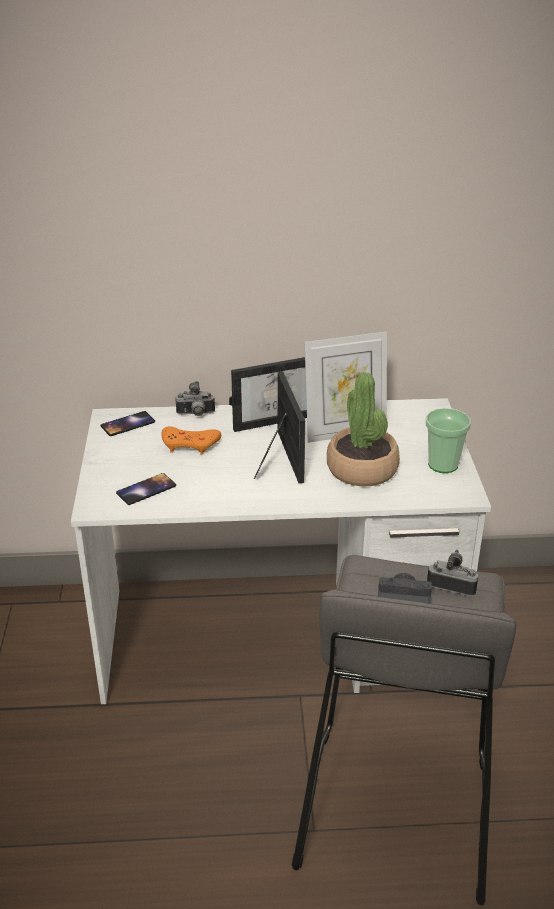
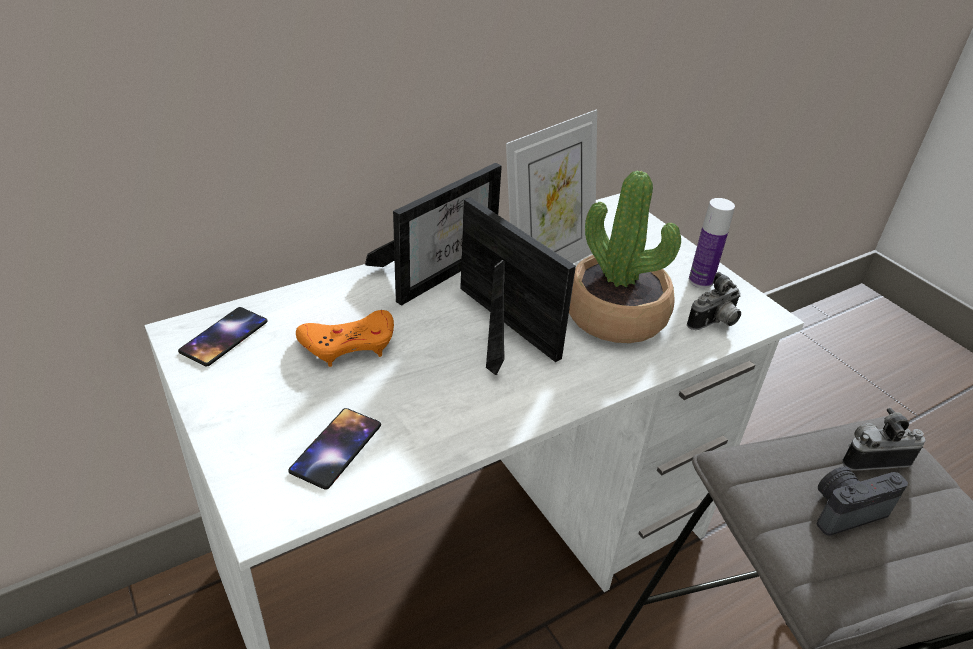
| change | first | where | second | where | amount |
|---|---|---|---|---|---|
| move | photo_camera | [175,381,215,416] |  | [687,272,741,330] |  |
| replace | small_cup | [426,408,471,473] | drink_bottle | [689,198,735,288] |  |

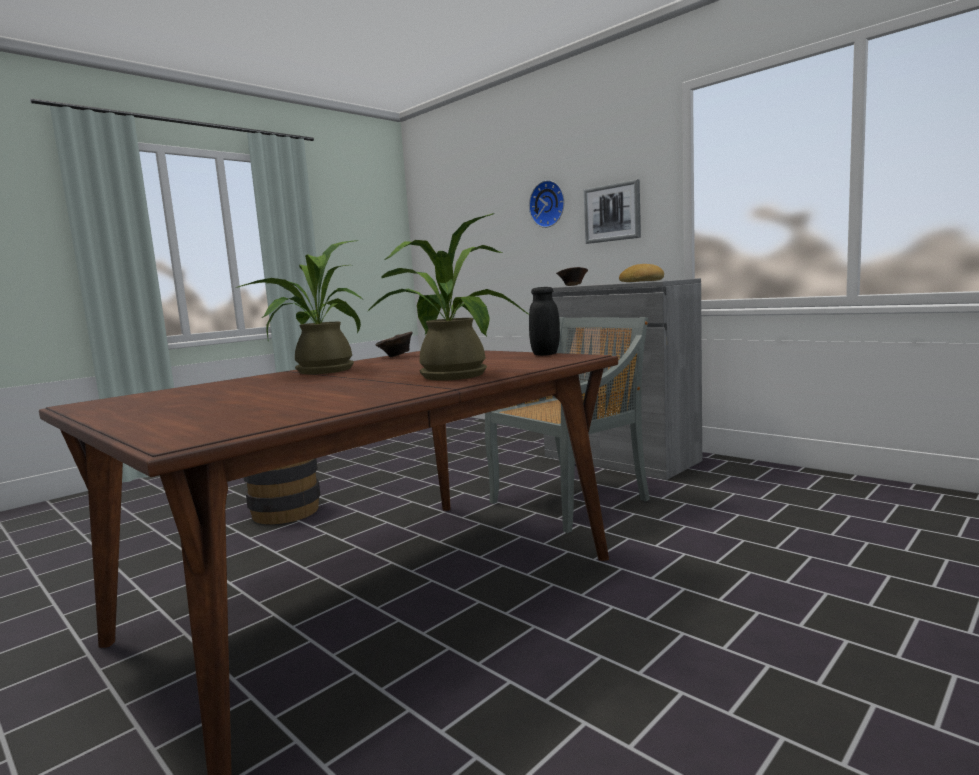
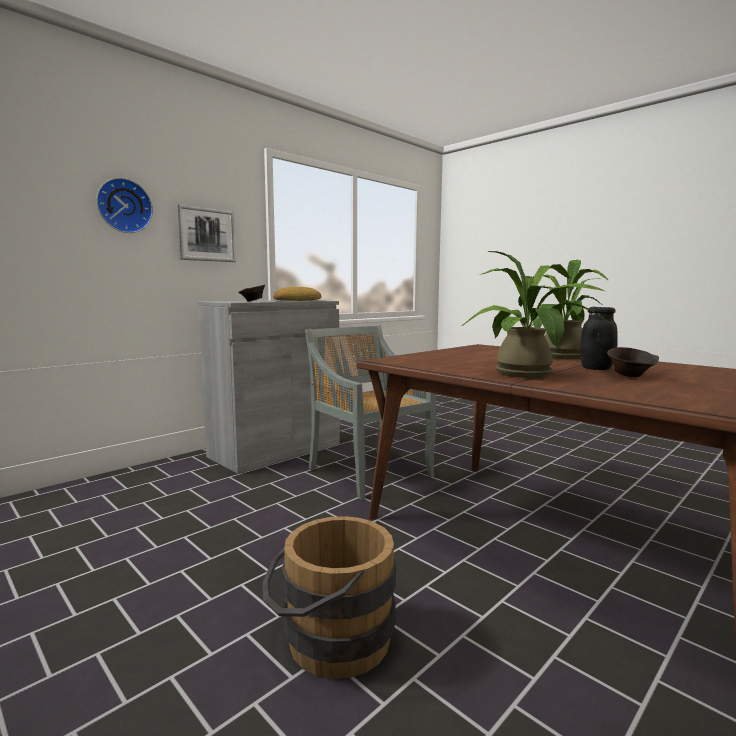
| change | first | where | second | where | amount |
|---|---|---|---|---|---|
| move | brownish_deep_dish | [375,331,413,357] |  | [607,347,659,377] |  |
| move | blackish_preserve_jar | [529,287,560,356] |  | [580,307,618,370] |  |

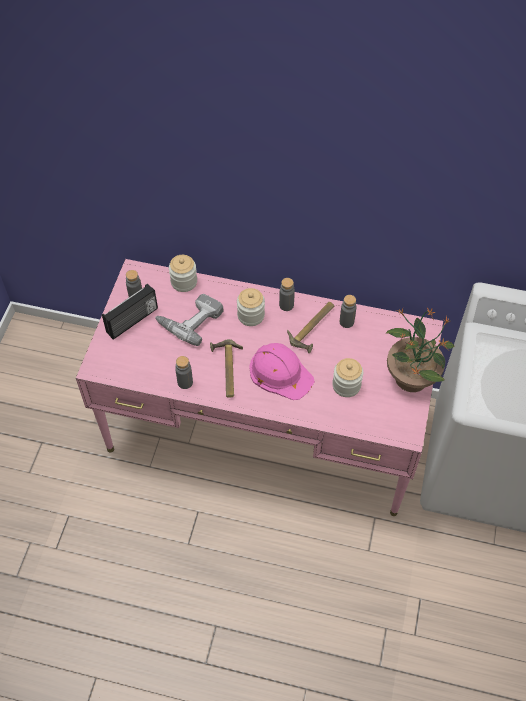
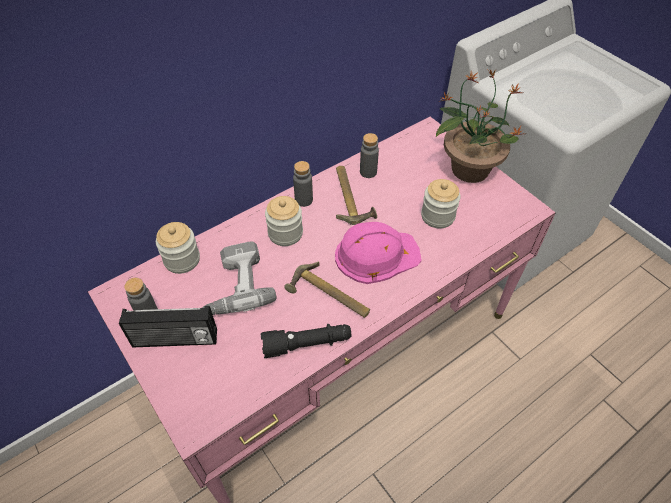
| change | first | where | second | where | amount |
|---|---|---|---|---|---|
| replace | greyish_drink_bottle | [175,356,193,389] | blackish_hand_torch | [261,324,352,358] |  |
| rotate | radio | [102,284,158,340] |  | [119,306,217,347] | 90 degrees clockwise |

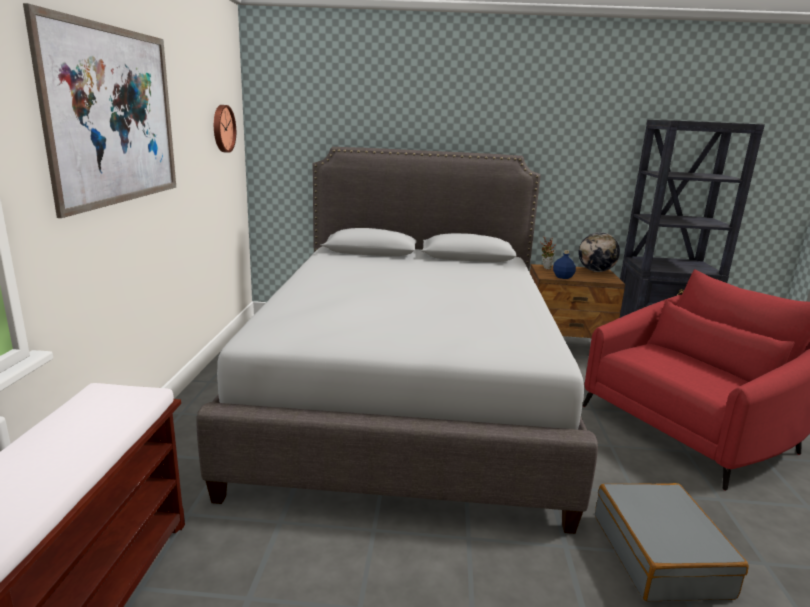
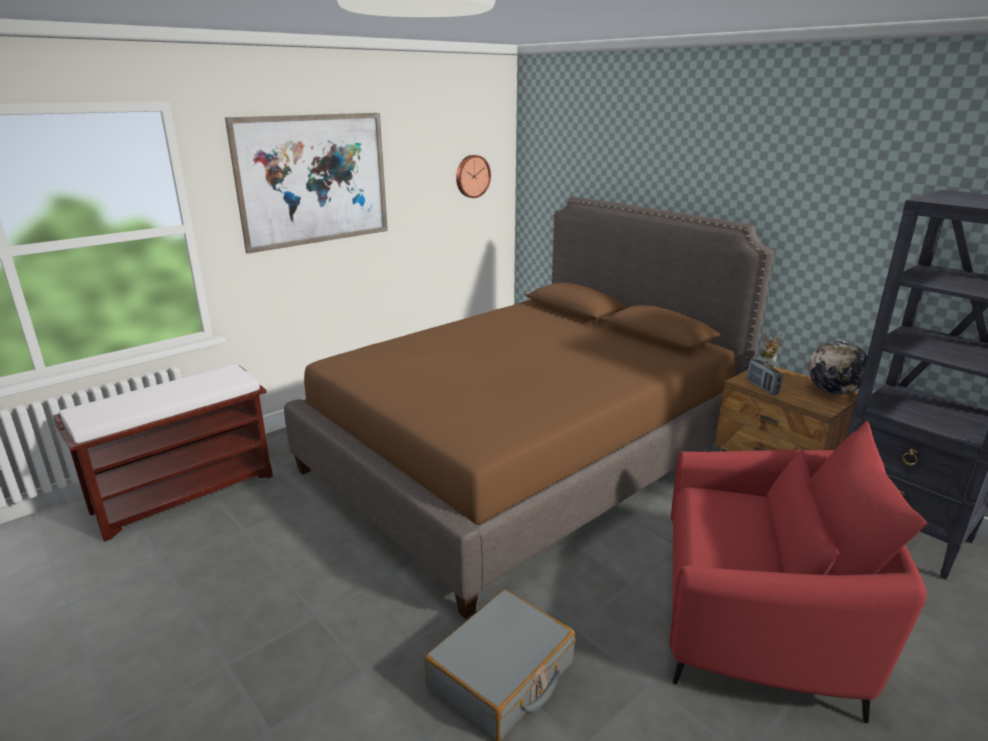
| change | first | where | second | where | amount |
|---|---|---|---|---|---|
| replace | bluish_drink_bottle | [553,250,576,279] | radio | [747,359,783,395] |  |
| recolor | greyish_sleeping_bed | [197,147,598,534] | brownish_sleeping_bed | [284,196,774,619] |  |

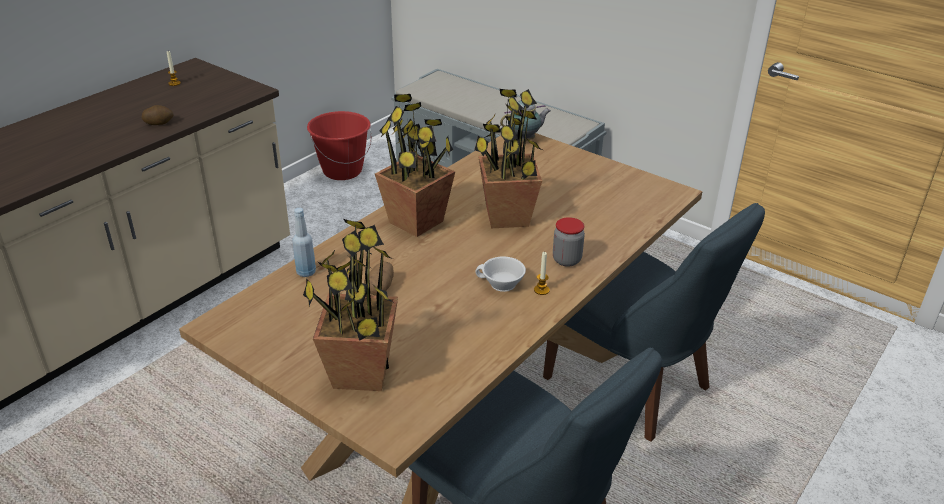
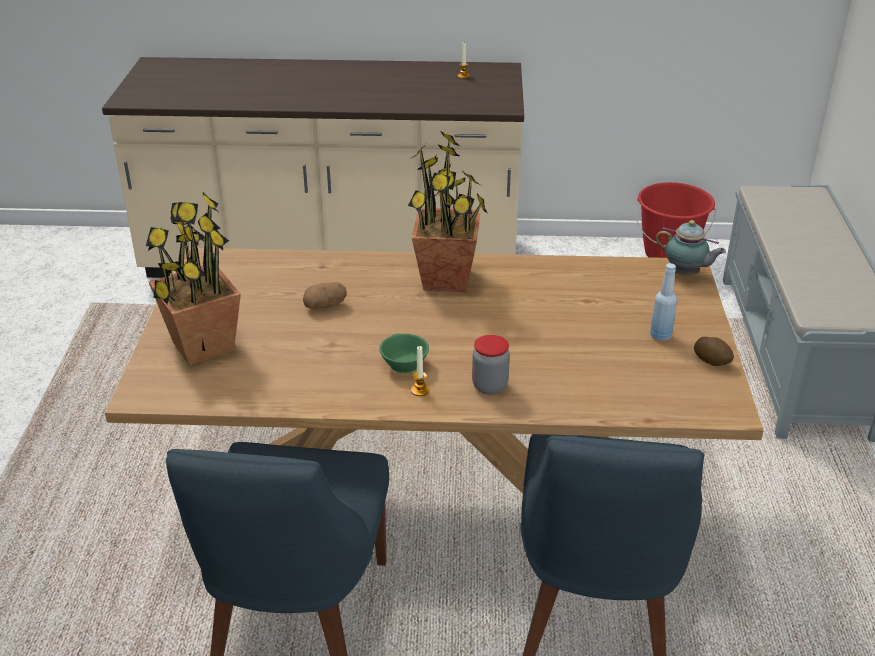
| change | first | where | second | where | amount |
|---|---|---|---|---|---|
| delete | plant_in_a_pot | [474,89,542,228] |  |  |  |
| move | spud | [142,105,174,125] |  | [694,337,734,366] |  |
| move | bluish_drink_bottle | [293,208,316,277] |  | [650,263,677,341] |  |
| recolor | whitish_small_cup | [475,256,526,292] | greenish_small_cup | [379,333,429,374] |  |

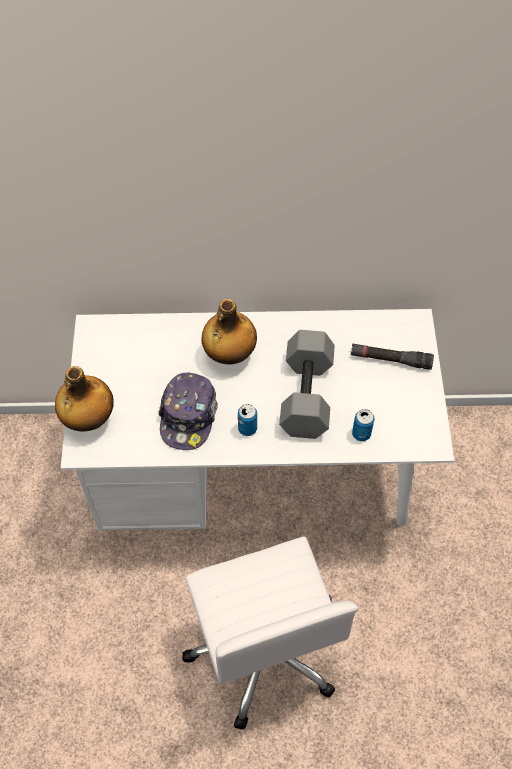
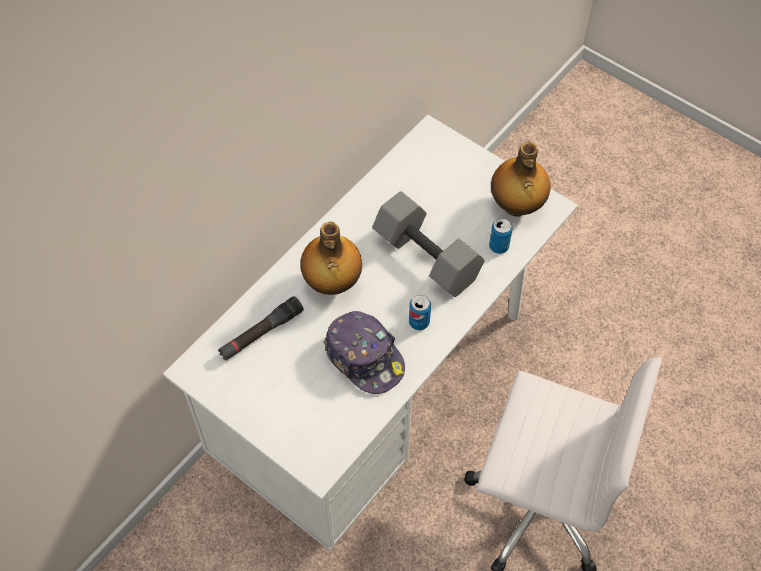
| change | first | where | second | where | amount |
|---|---|---|---|---|---|
| move | drink_bottle | [55,366,114,431] |  | [491,142,550,217] |  |
| move | blackish_hand_torch | [351,344,434,370] |  | [218,296,304,361] |  |

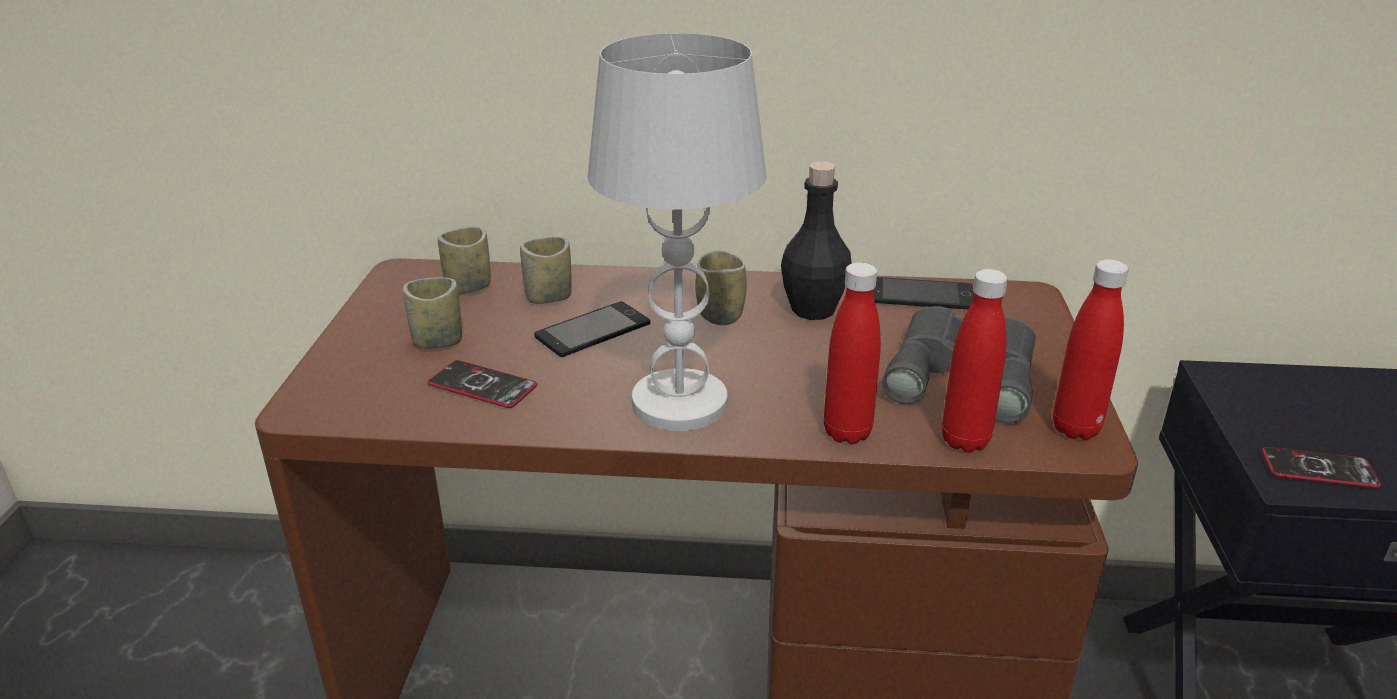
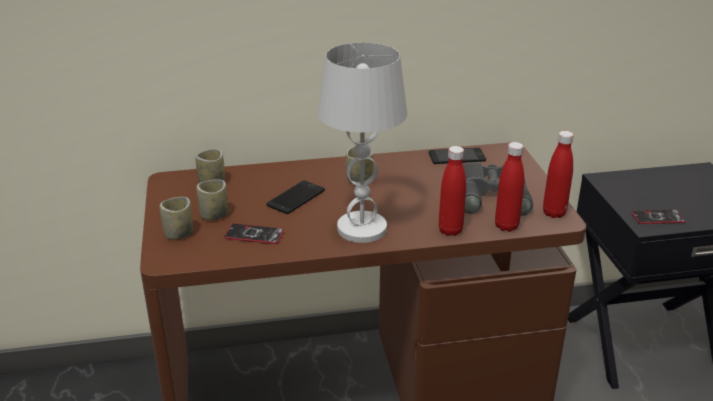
| change | first | where | second | where | amount |
|---|---|---|---|---|---|
| delete | blackish_drink_bottle | [781,161,851,320] |  |  |  |
| move | small_cup | [520,237,572,304] |  | [159,197,193,240] |  |

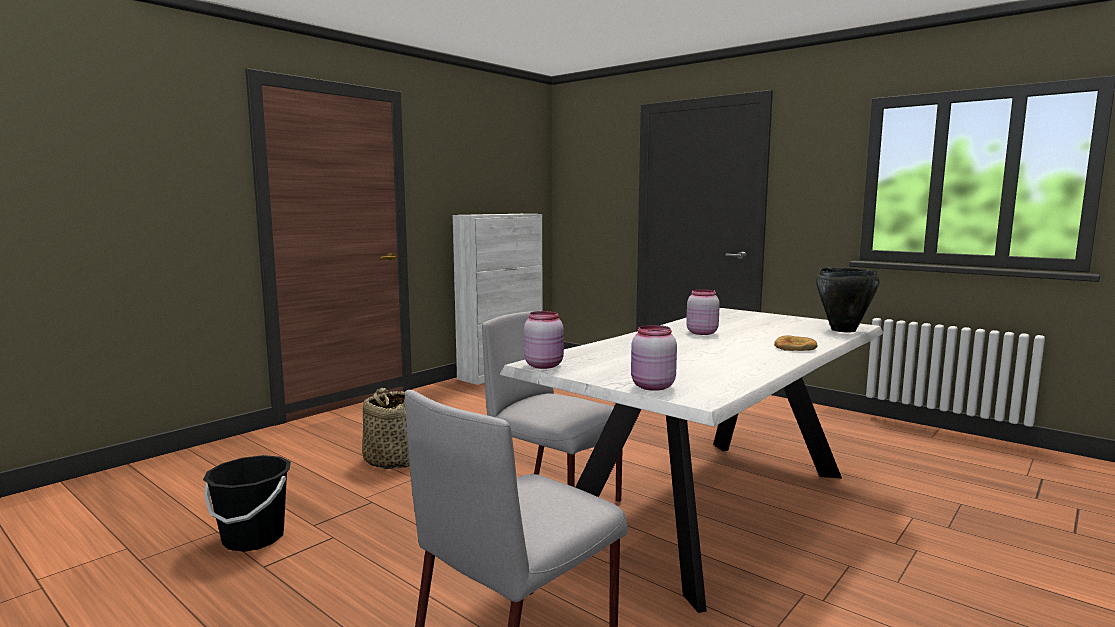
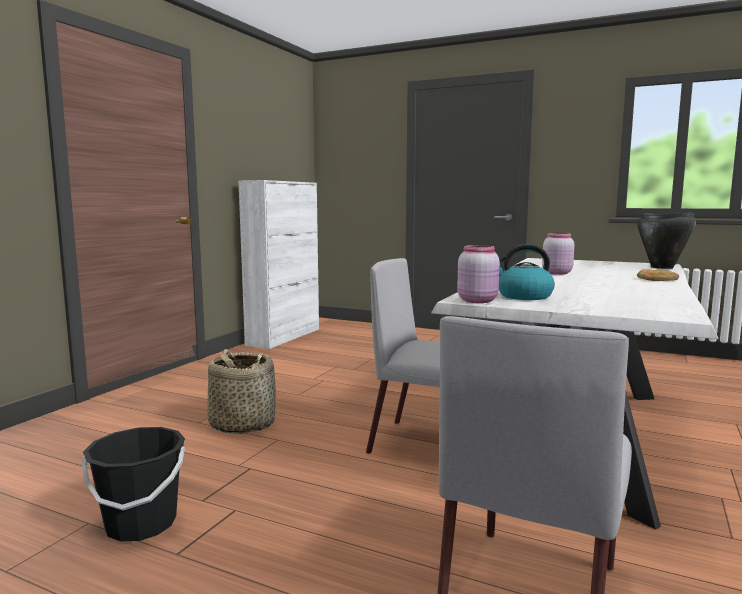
| change | first | where | second | where | amount |
|---|---|---|---|---|---|
| delete | pinkish_preserve_jar | [631,325,677,391] |  |  |  |
| insert |  |  | water_kettle | [499,244,555,300] |  |

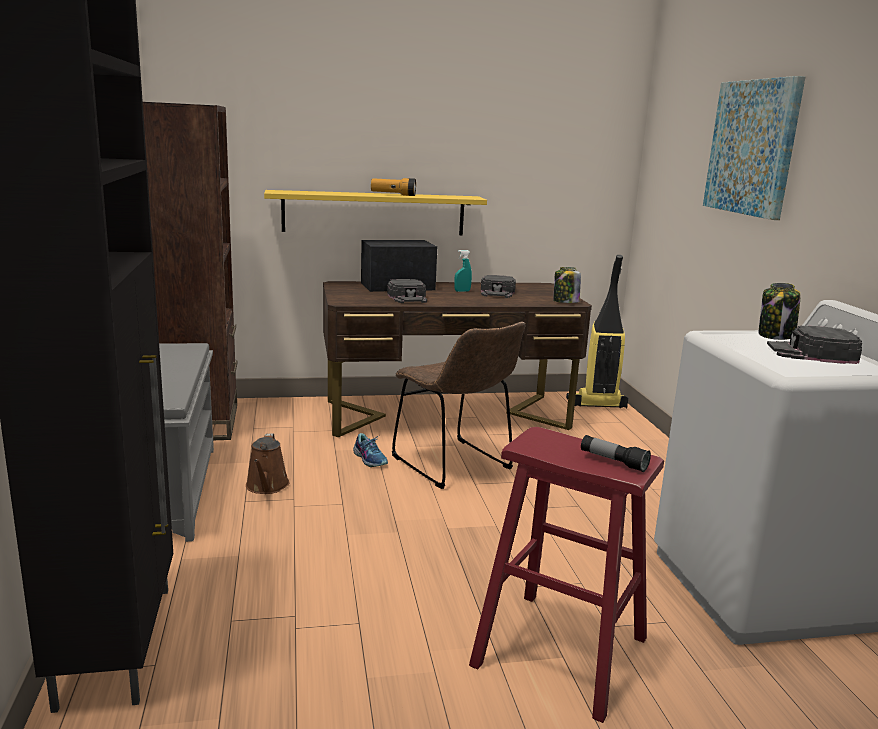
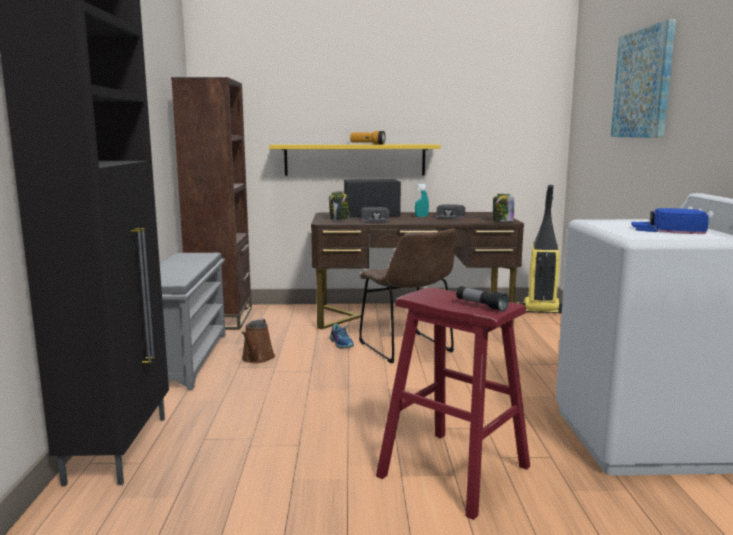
| change | first | where | second | where | amount |
|---|---|---|---|---|---|
| move | preserve_jar | [758,283,801,340] |  | [329,191,350,220] |  |
| recolor | blackish_peaked_cap | [767,326,862,364] | bluish_peaked_cap | [631,208,709,234] |  |

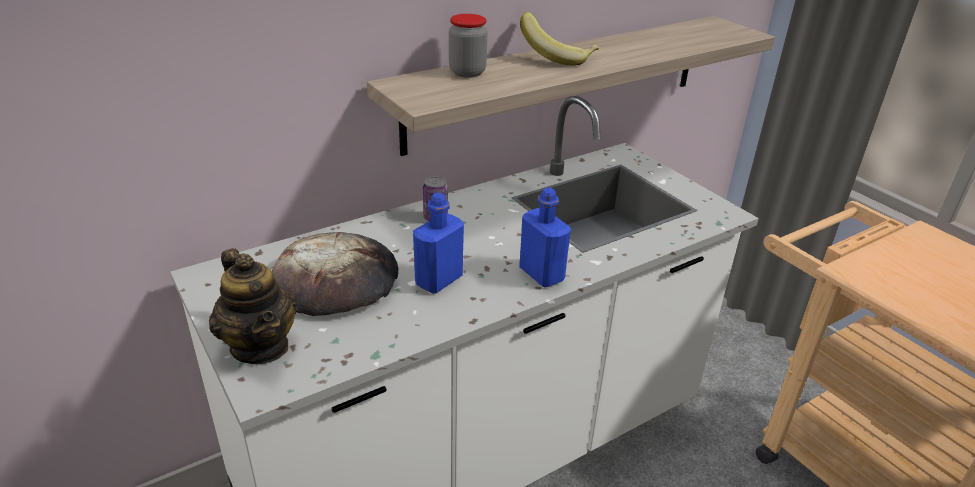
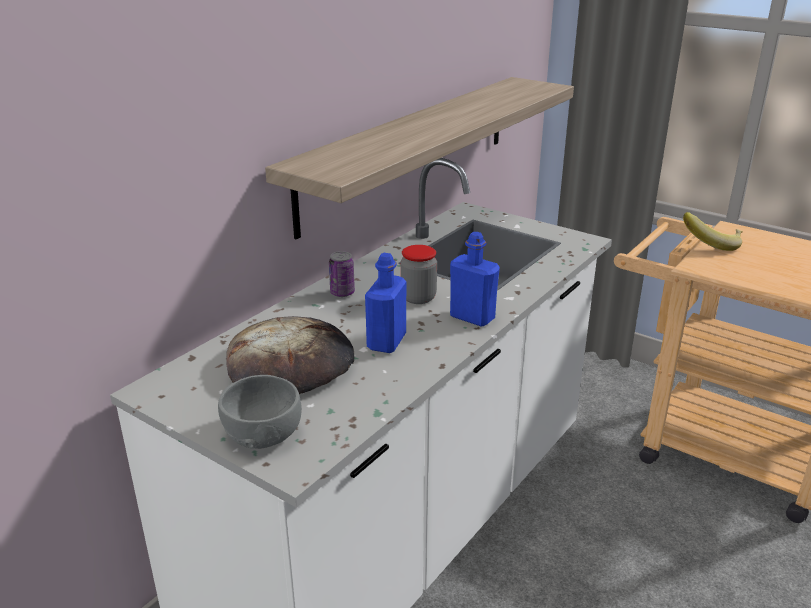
| change | first | where | second | where | amount |
|---|---|---|---|---|---|
| move | preserve_jar | [449,14,487,78] |  | [401,245,437,304] |  |
| move | whole_banana | [520,12,599,66] |  | [683,212,743,251] |  |
| replace | pot_for_tea | [209,248,297,364] | greyish_deep_dish | [218,375,302,449] |  |

